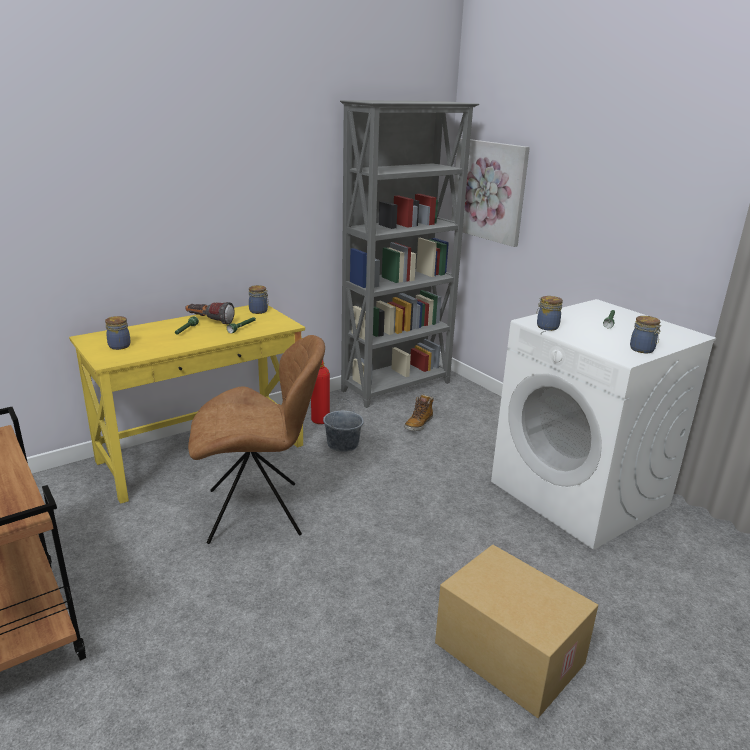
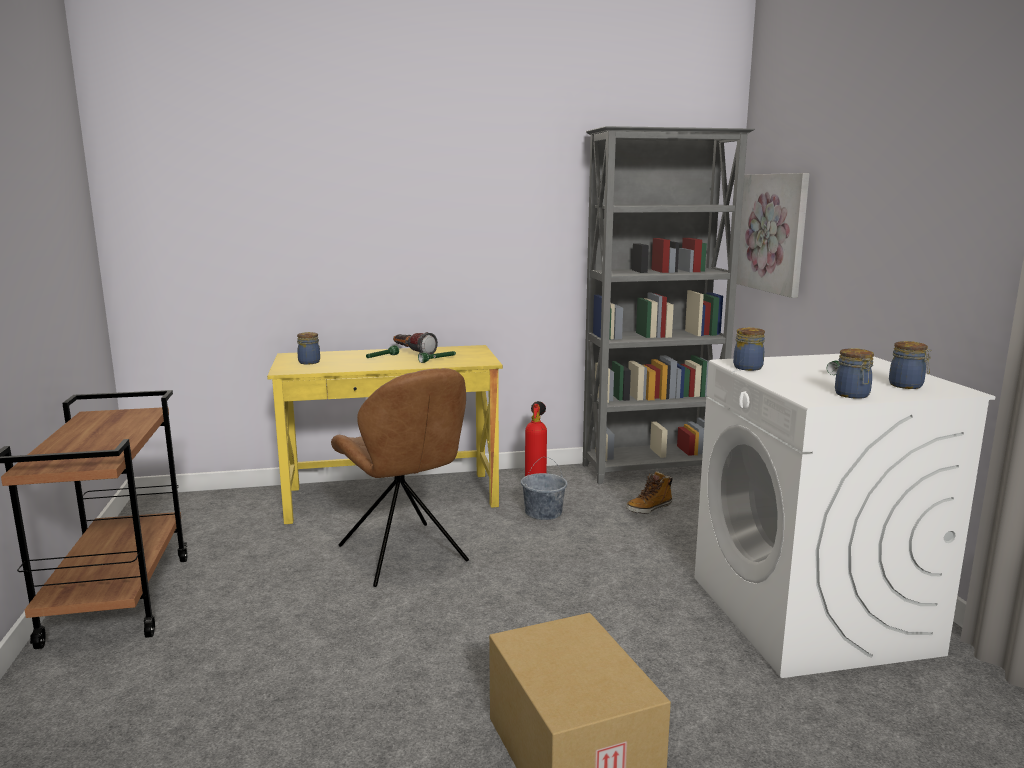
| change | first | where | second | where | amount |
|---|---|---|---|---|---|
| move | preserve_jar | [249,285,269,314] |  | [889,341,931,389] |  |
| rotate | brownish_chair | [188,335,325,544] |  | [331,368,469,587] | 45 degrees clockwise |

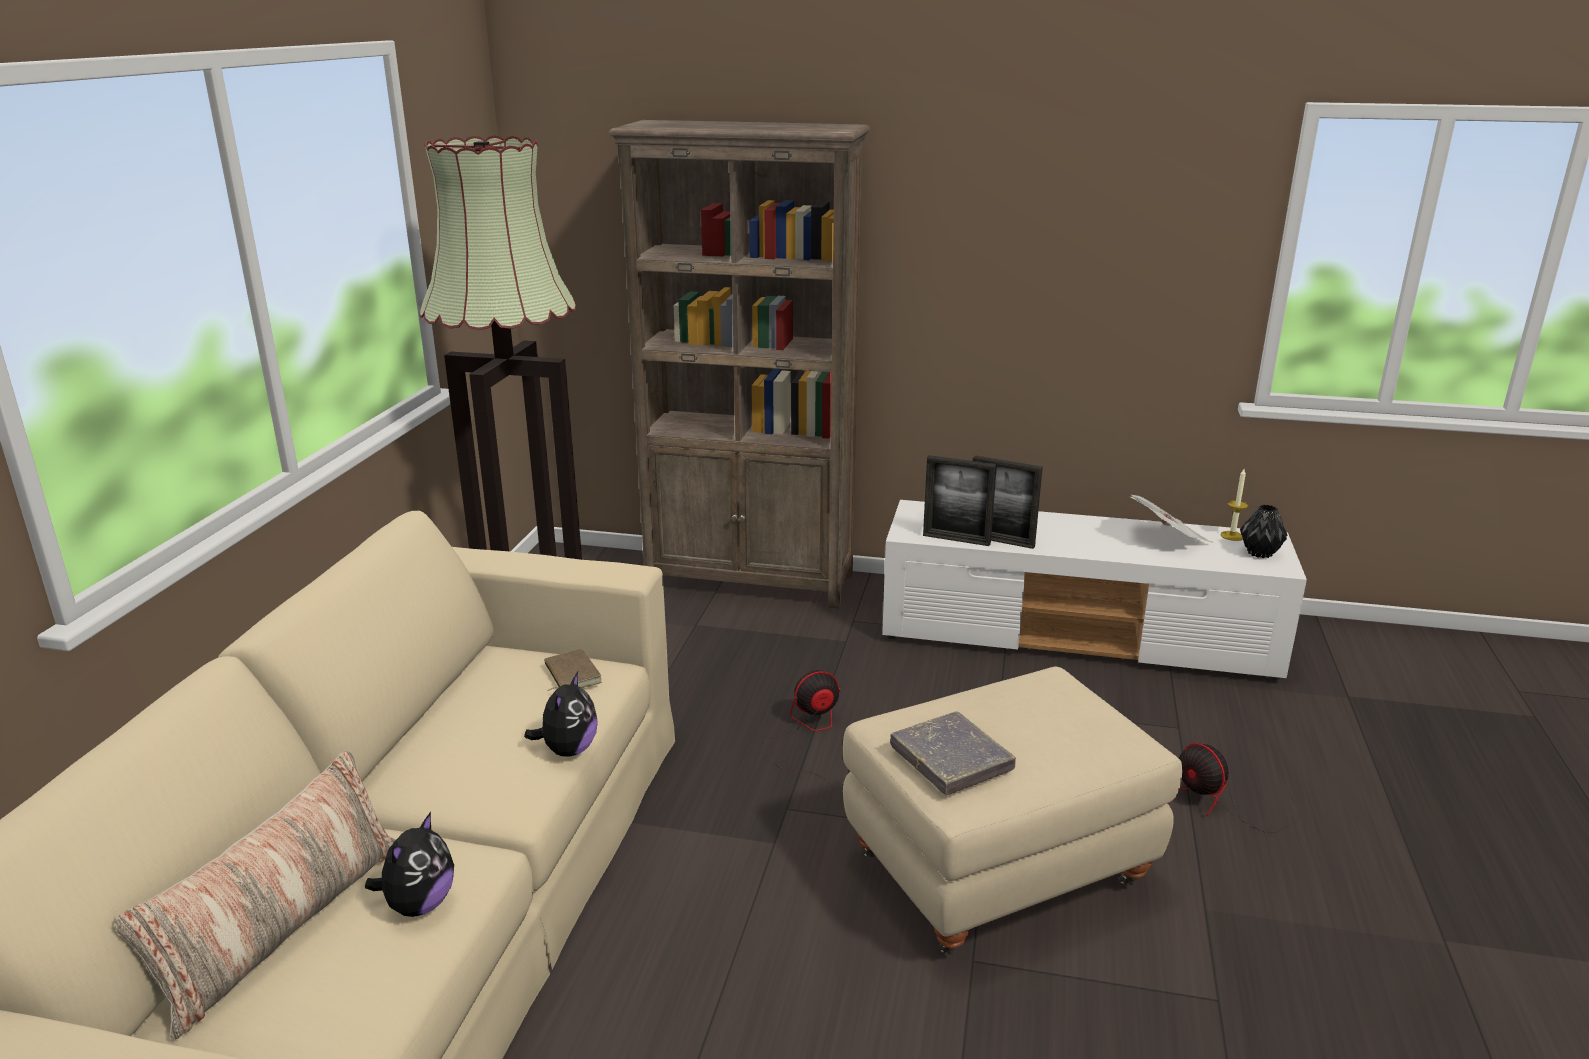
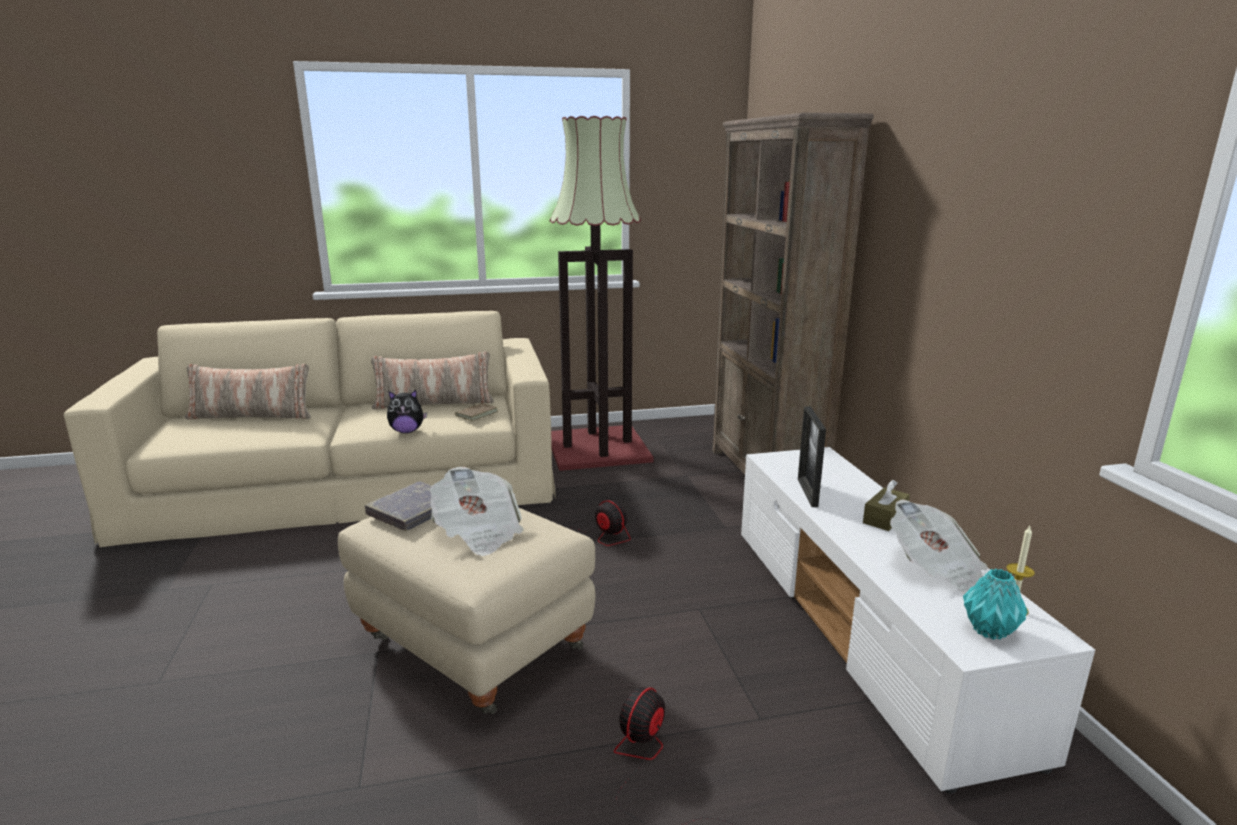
| change | first | where | second | where | amount |
|---|---|---|---|---|---|
| delete | soft_toy | [365,812,454,917] |  |  |  |
| delete | photo_frame | [923,455,997,546] |  |  |  |
| insert |  |  | throw_pillow | [371,351,494,410] |  |
| insert |  |  | daily_paper | [430,467,524,556] |  |
| insert |  |  | brownish_box_of_tissues | [863,480,910,531] |  |
| recolor | blackish_flower_vase | [1240,505,1287,558] | blue-green_flower_vase | [963,569,1028,640] |  |

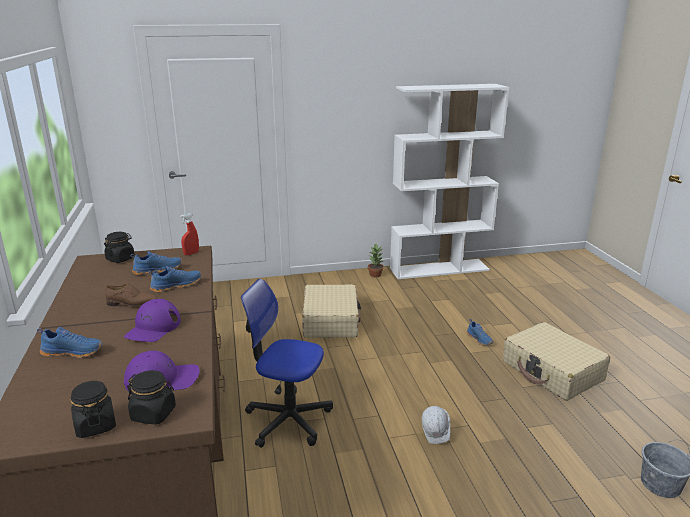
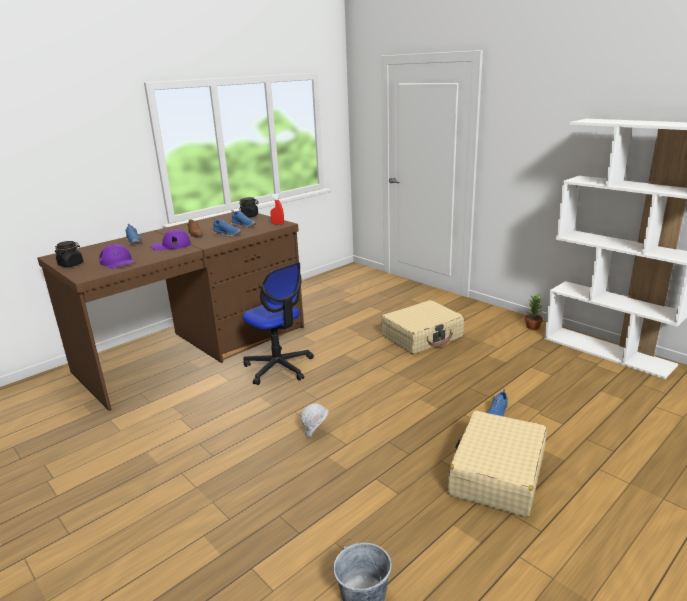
| change | first | where | second | where | amount |
|---|---|---|---|---|---|
| delete | blackish_preserve_jar | [127,370,176,425] |  |  |  |
| rotate | desk_chair | [241,279,333,448] |  | [243,262,314,385] | 150 degrees clockwise |

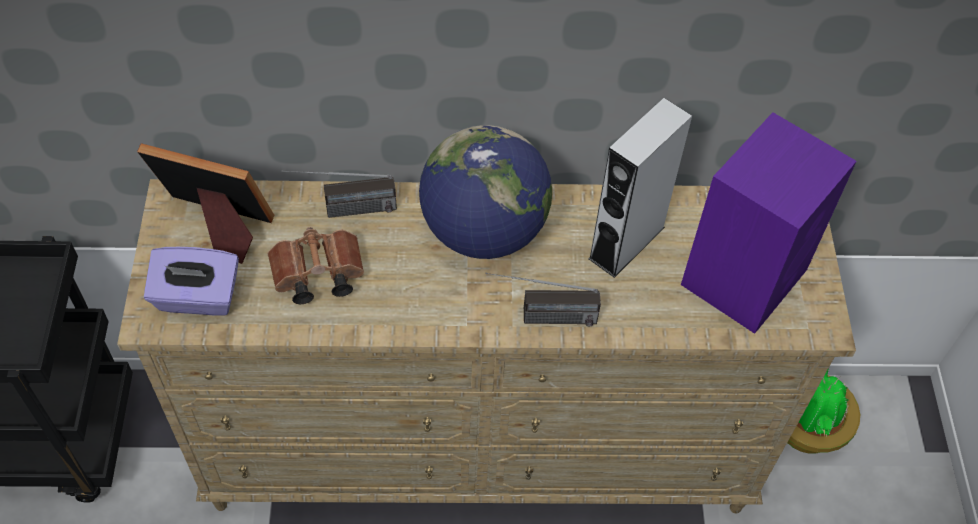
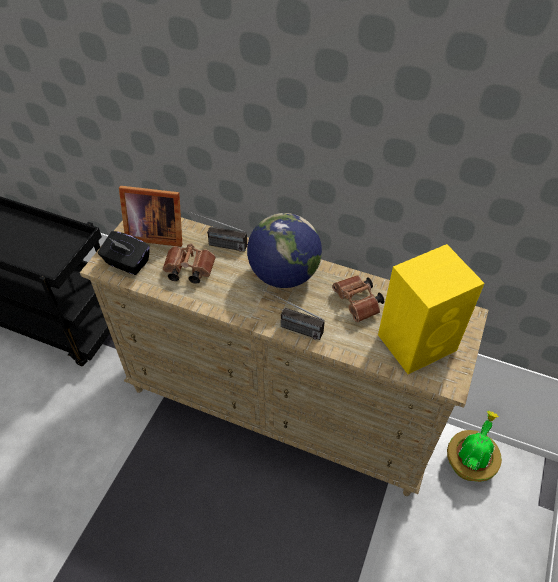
| change | first | where | second | where | amount |
|---|---|---|---|---|---|
| replace | greyish_speaker | [588,98,692,278] | brownish_binoculars | [332,276,384,322] |  |
| recolor | purple_box_of_tissues | [144,247,239,316] | blackish_box_of_tissues | [98,231,150,275] |  |
| recolor | purple_speaker | [681,112,857,334] | yellowish_speaker | [378,244,485,374] |  |
| rotate | photo_frame | [137,143,274,264] |  | [119,186,182,247] | 150 degrees clockwise |

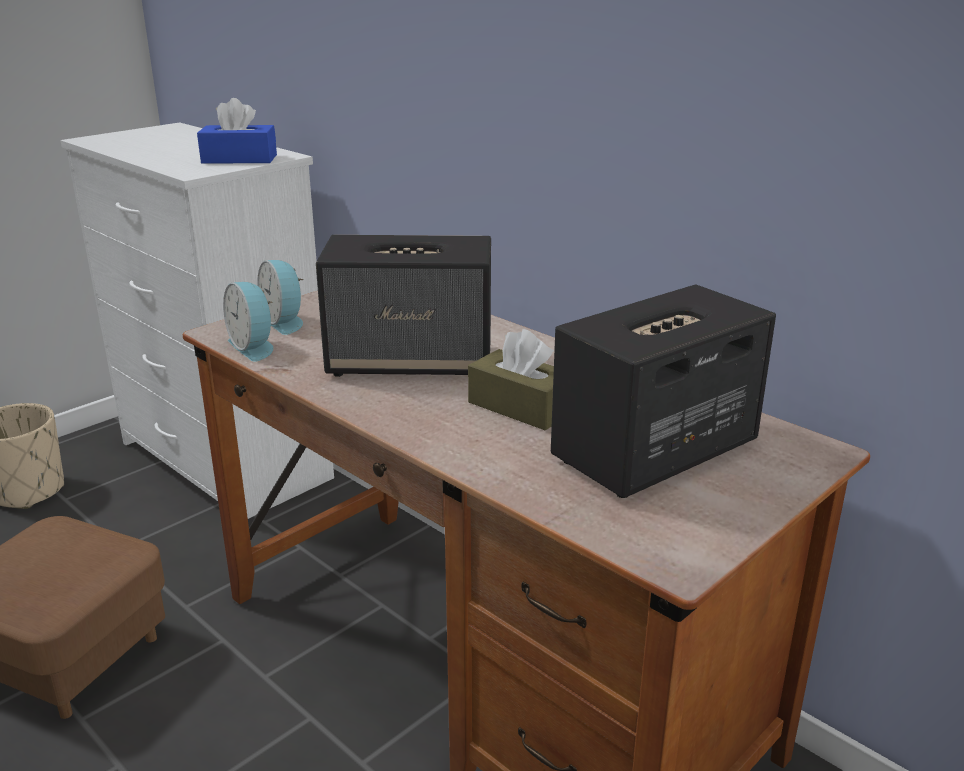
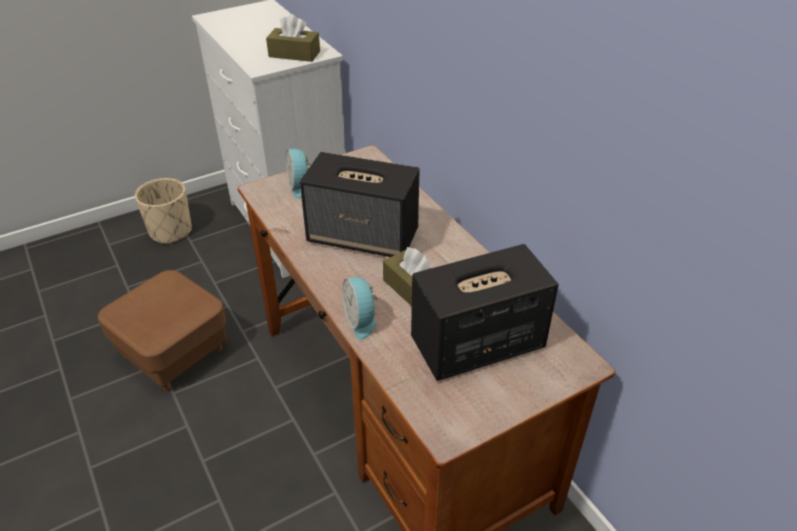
| change | first | where | second | where | amount |
|---|---|---|---|---|---|
| move | table_clock | [223,282,274,362] |  | [342,277,378,340] |  |
| recolor | bluish_box_of_tissues | [197,98,277,164] | brownish_box_of_tissues | [266,14,320,62] |  |

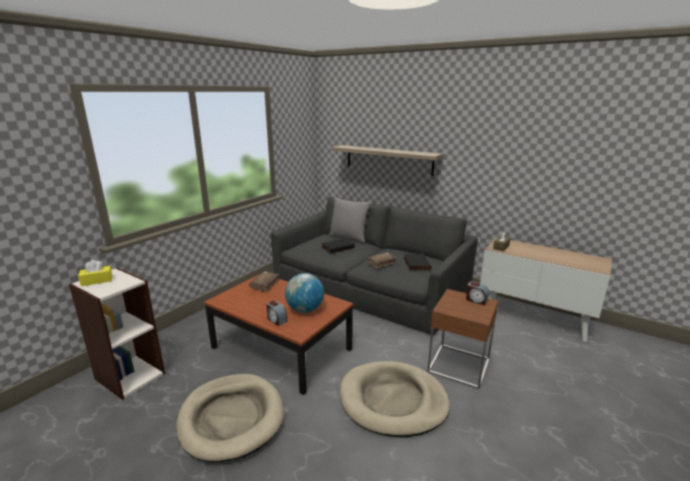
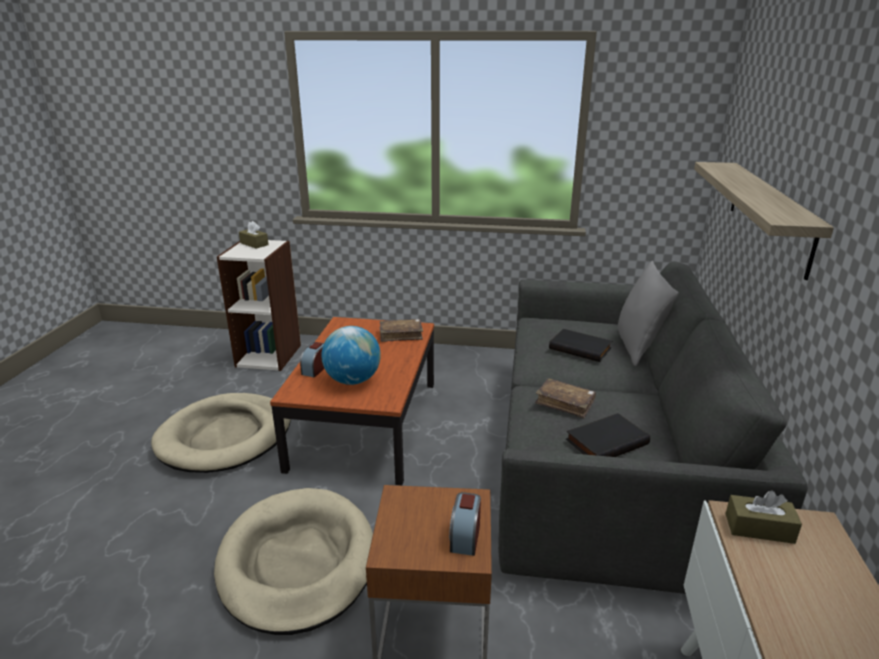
| change | first | where | second | where | amount |
|---|---|---|---|---|---|
| recolor | yellowish_box_of_tissues | [78,260,113,286] | brownish_box_of_tissues | [239,221,269,249] |  |

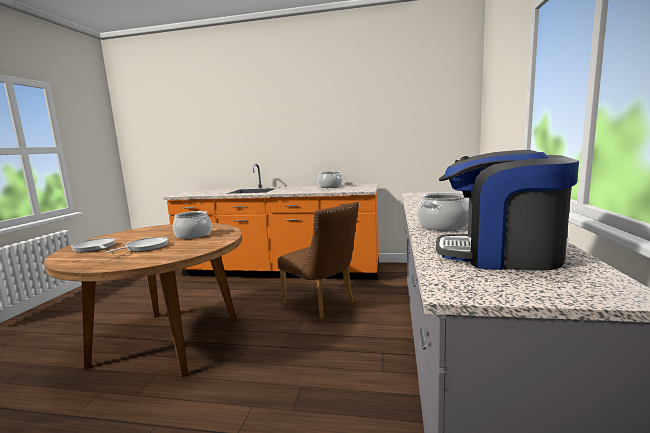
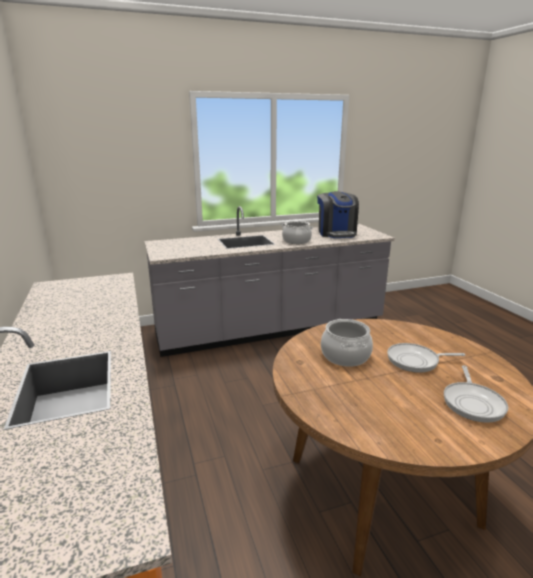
| change | first | where | second | where | amount |
|---|---|---|---|---|---|
| delete | brownish_chair | [277,202,359,319] |  |  |  |
| delete | stockpot | [318,171,342,188] |  |  |  |

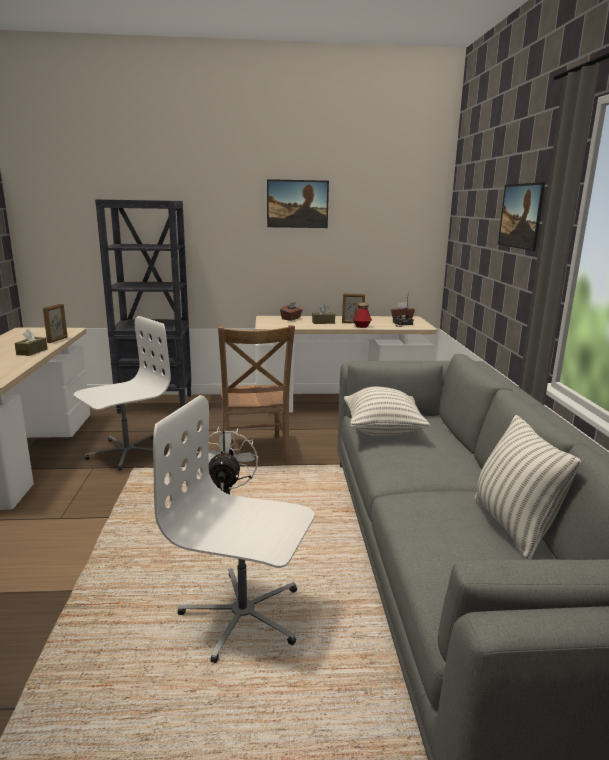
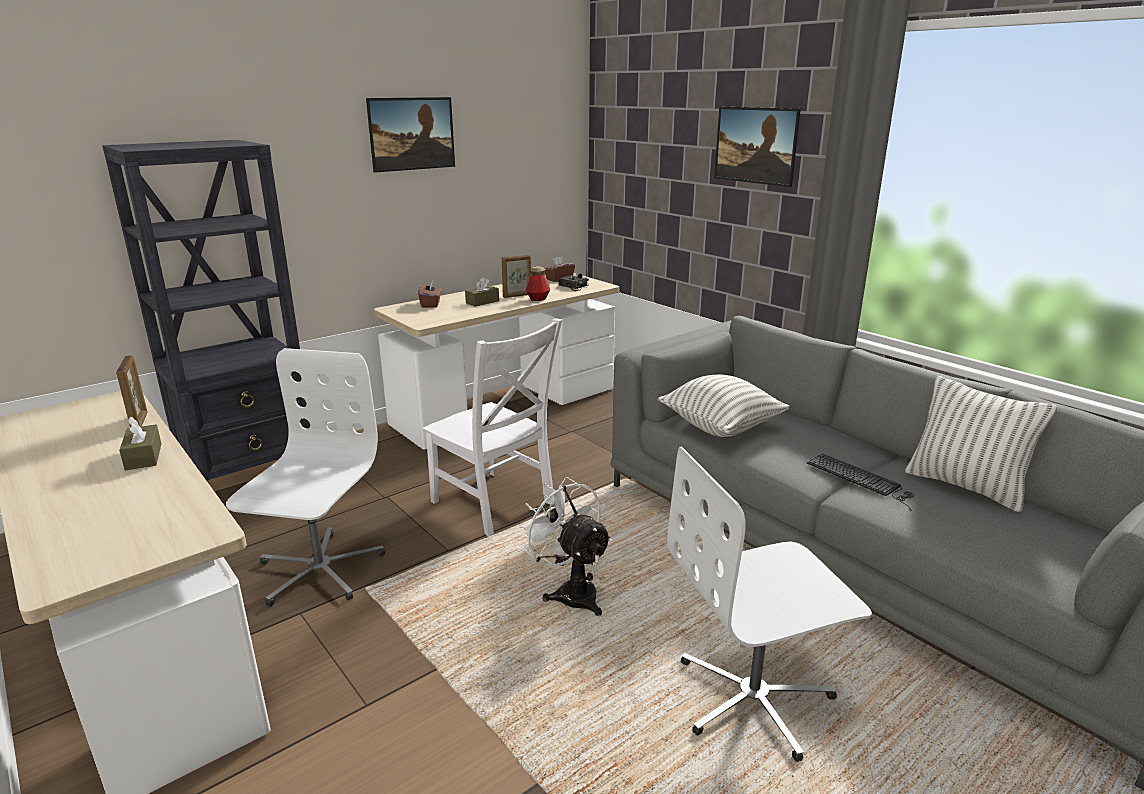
| change | first | where | second | where | amount |
|---|---|---|---|---|---|
| insert |  |  | PC_keyboard | [807,453,914,512] |  |
| recolor | brownish_chair | [218,325,295,464] | whitish_chair | [423,318,562,537] |  |

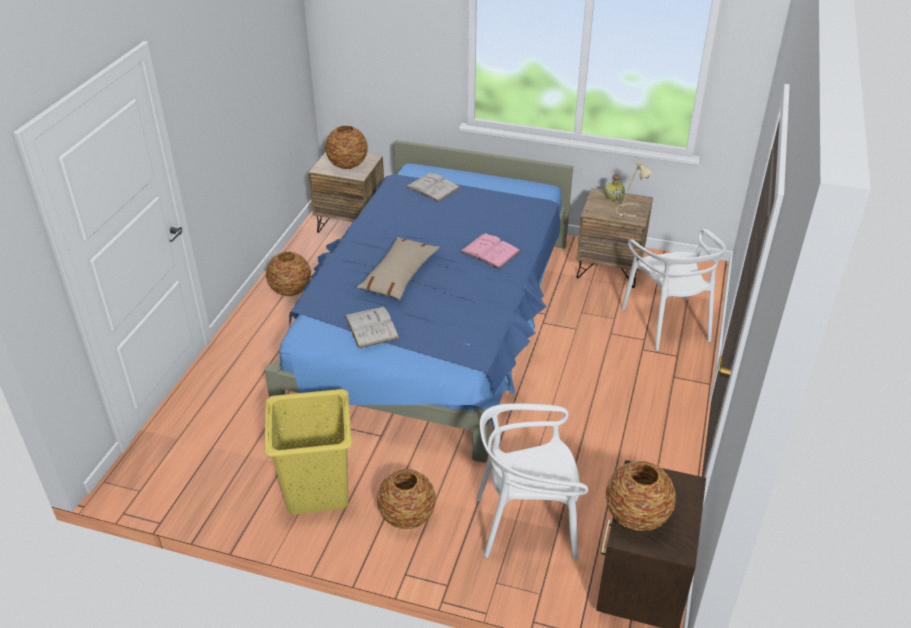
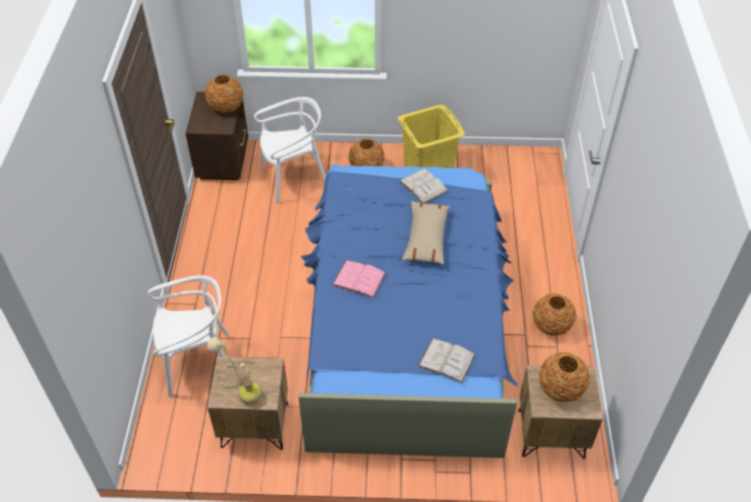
| change | first | where | second | where | amount |
|---|---|---|---|---|---|
| rotate | whitish_chair | [621,229,726,351] |  | [148,275,229,397] | 105 degrees clockwise |

